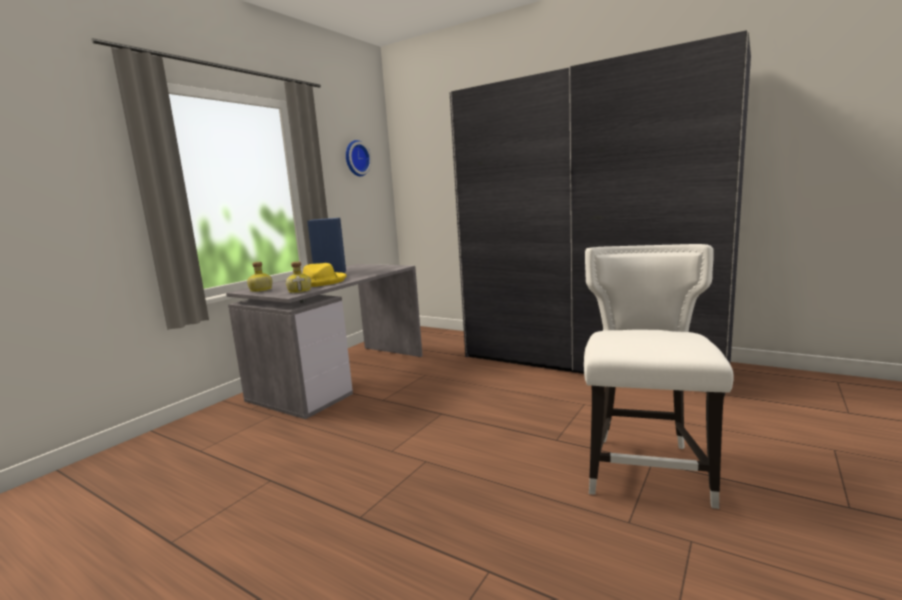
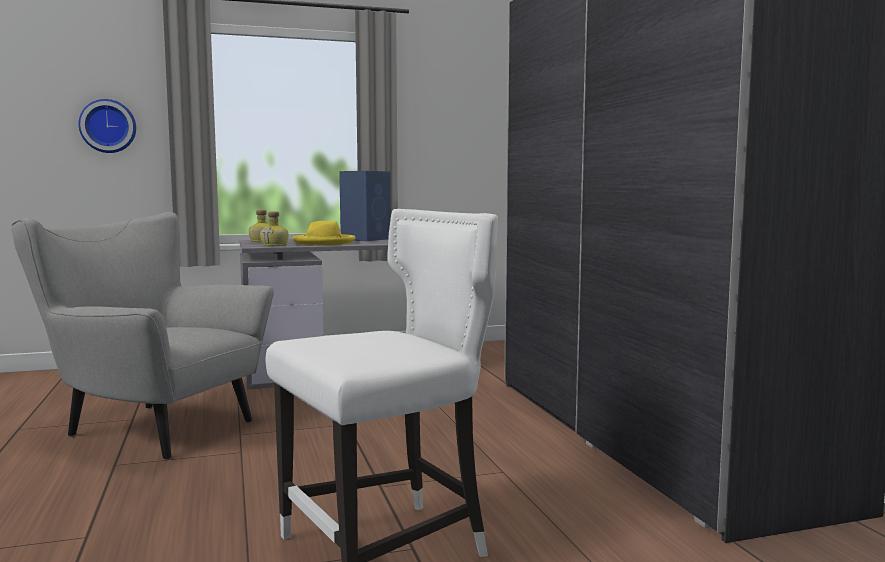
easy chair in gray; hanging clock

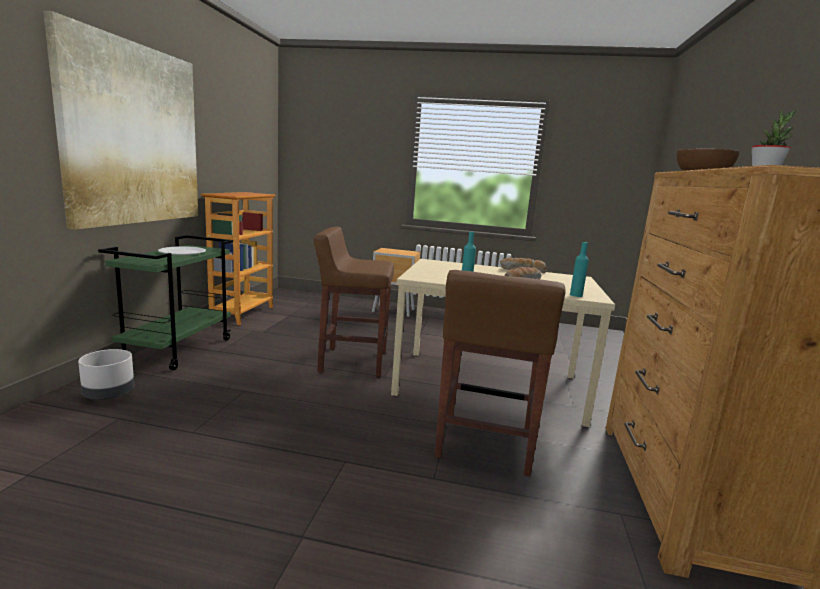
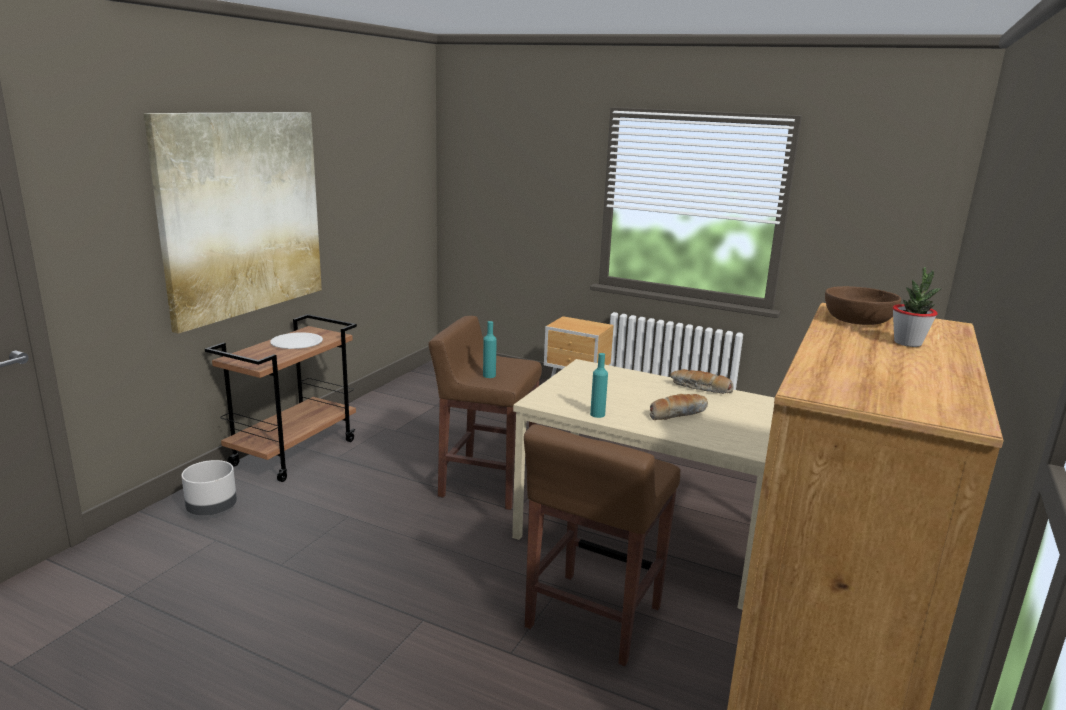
cart in brown; bottle in turquoise (1st from left); bookcase

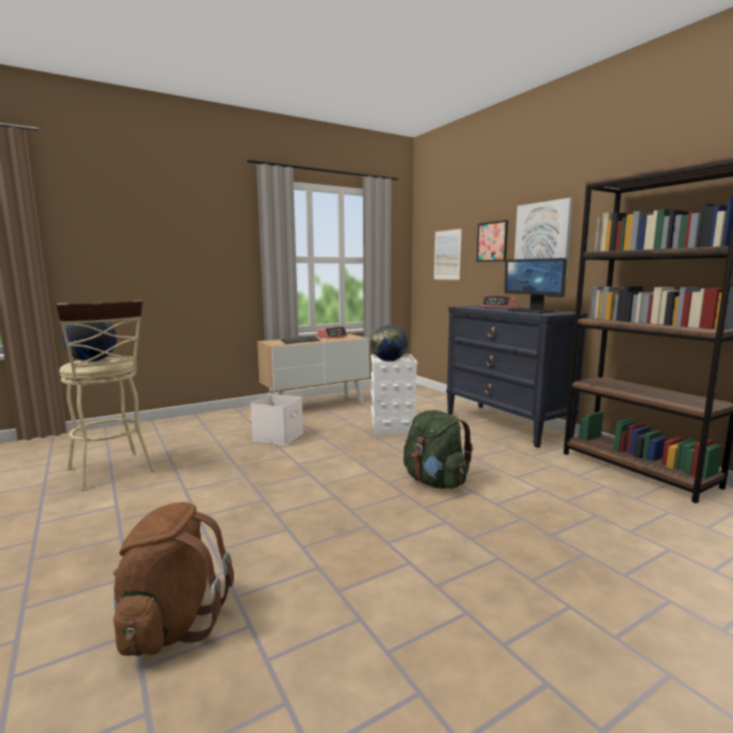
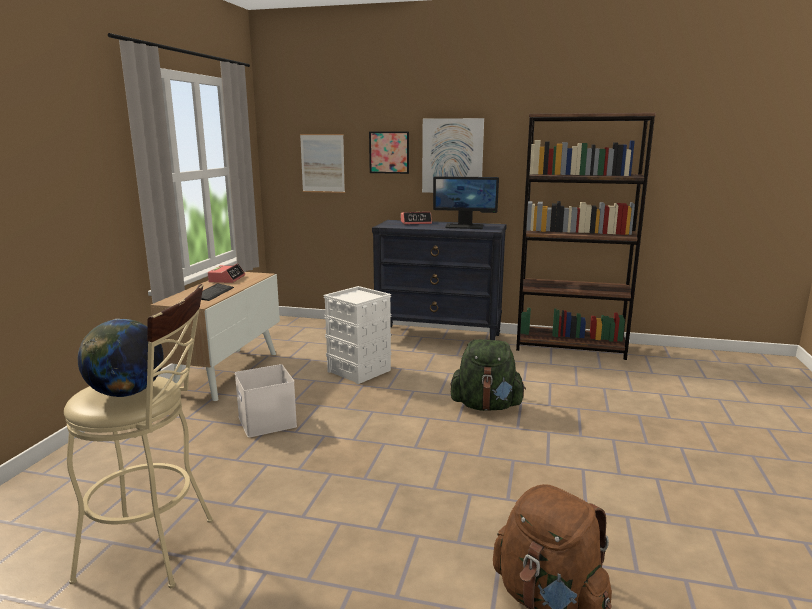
world globe (2nd from left in the first image)

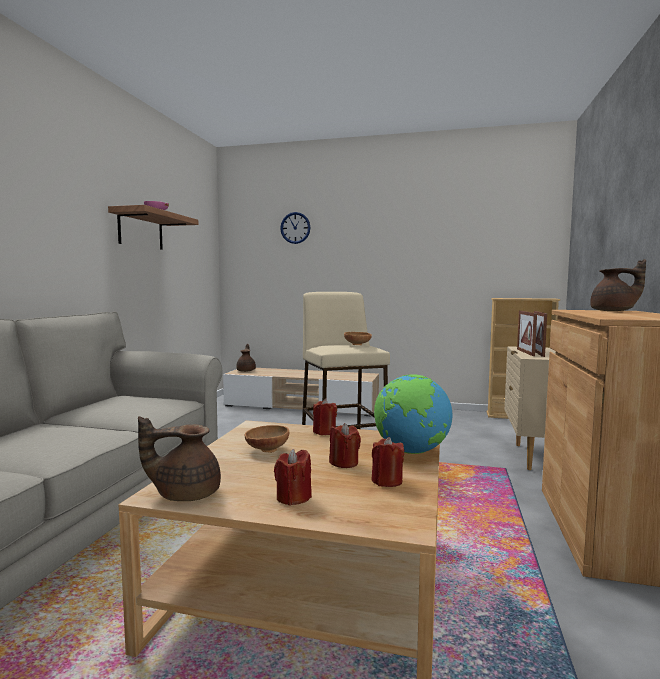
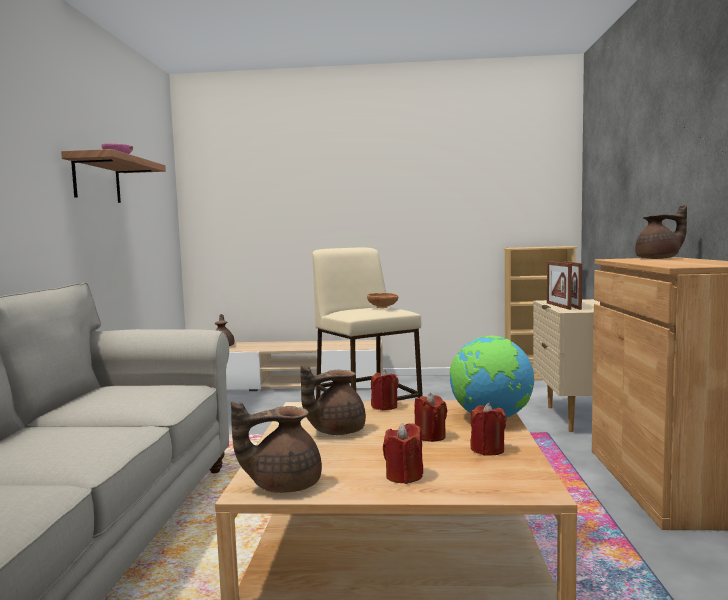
teapot in brown (3rd from left); hanging clock

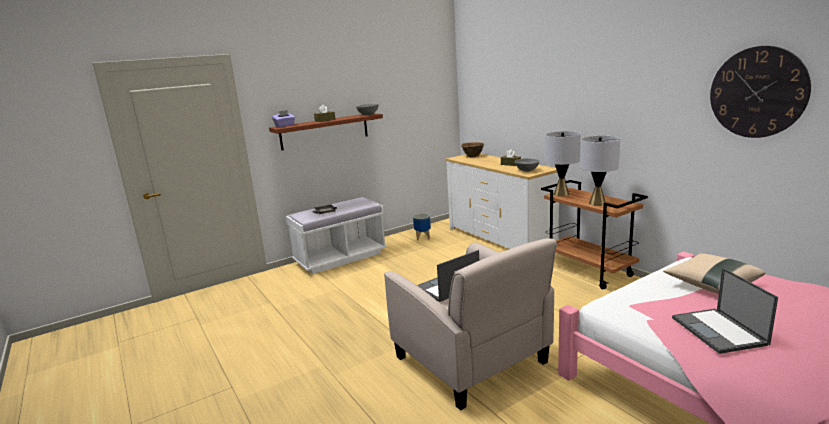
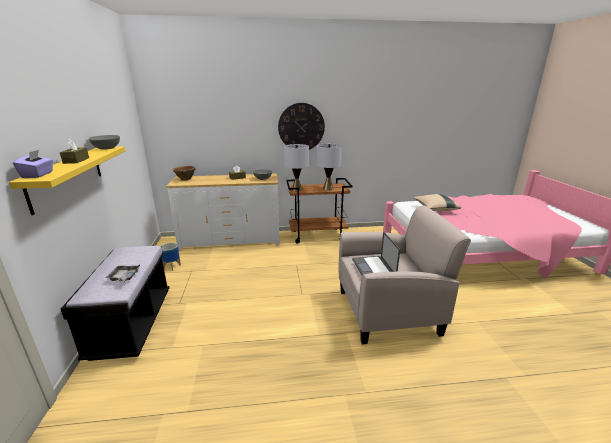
bracket shelf in yellowish; indoor bench in black-coloured; hanging clock; portable computer (2nd from left in the first image)

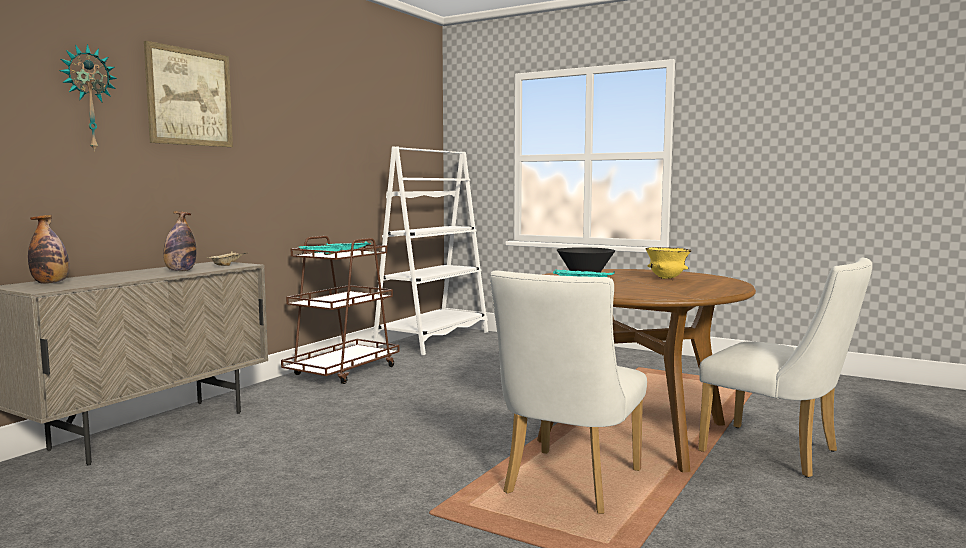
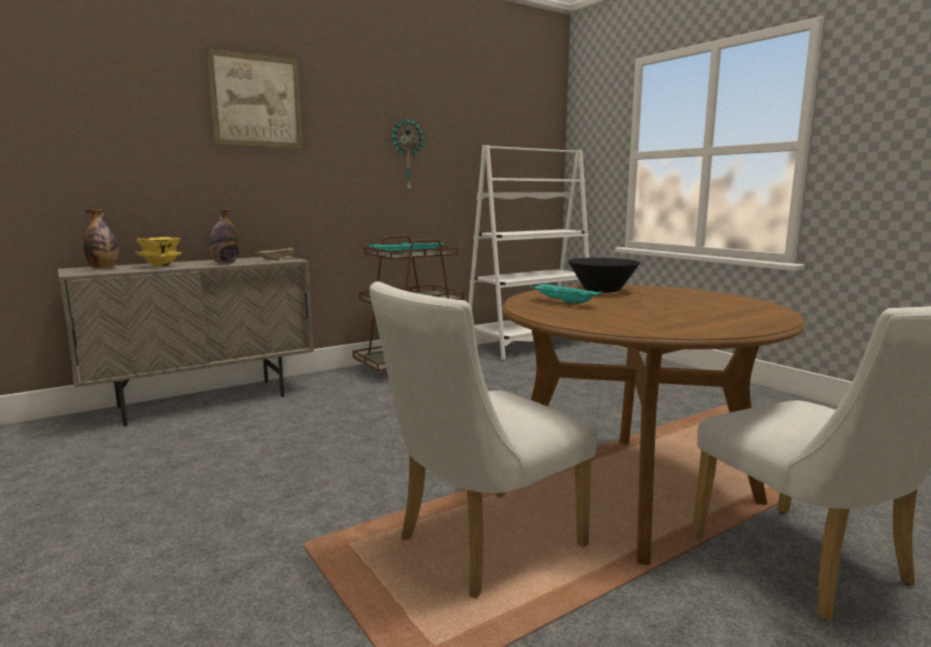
serving bowl in yellowish; hanging clock

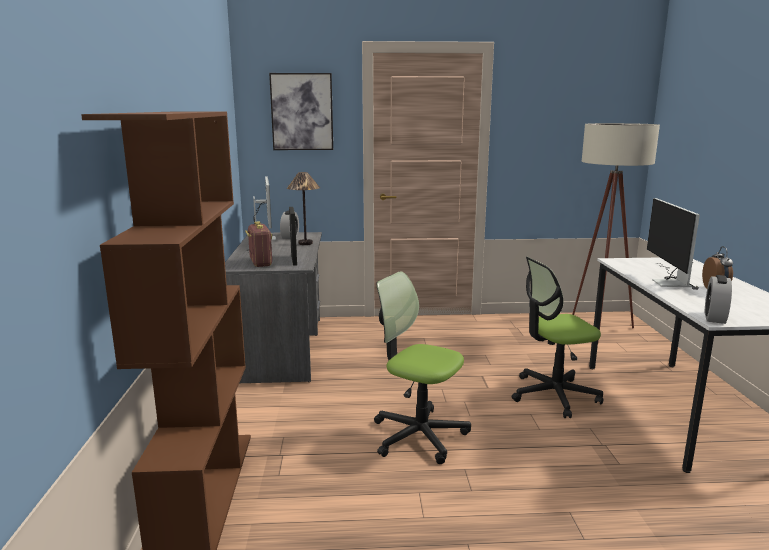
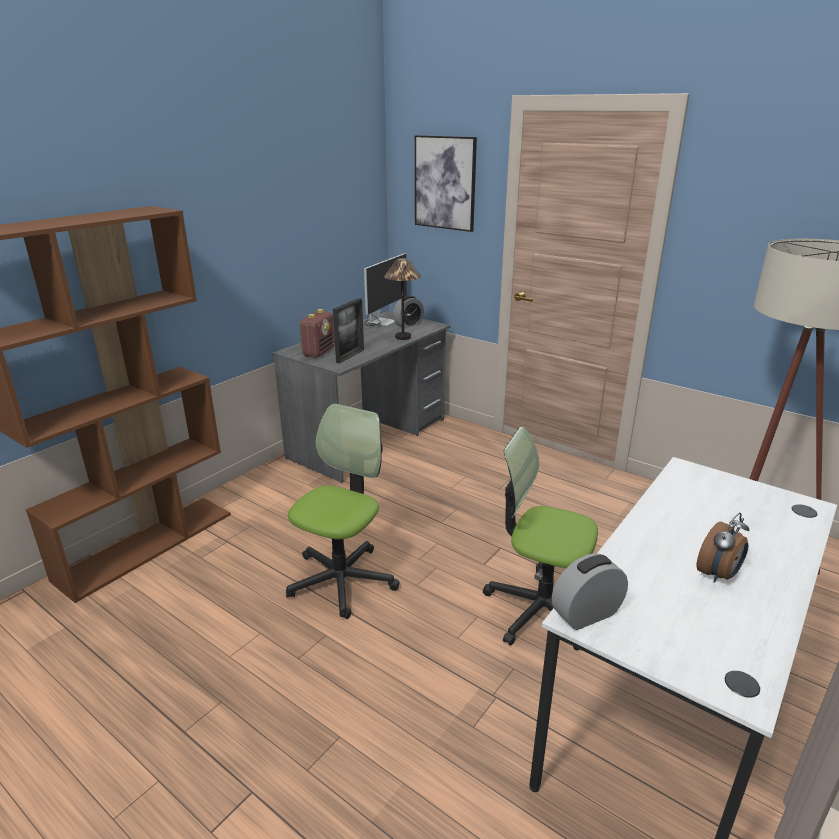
office chair (1st from left); monitor (2nd from left in the first image)

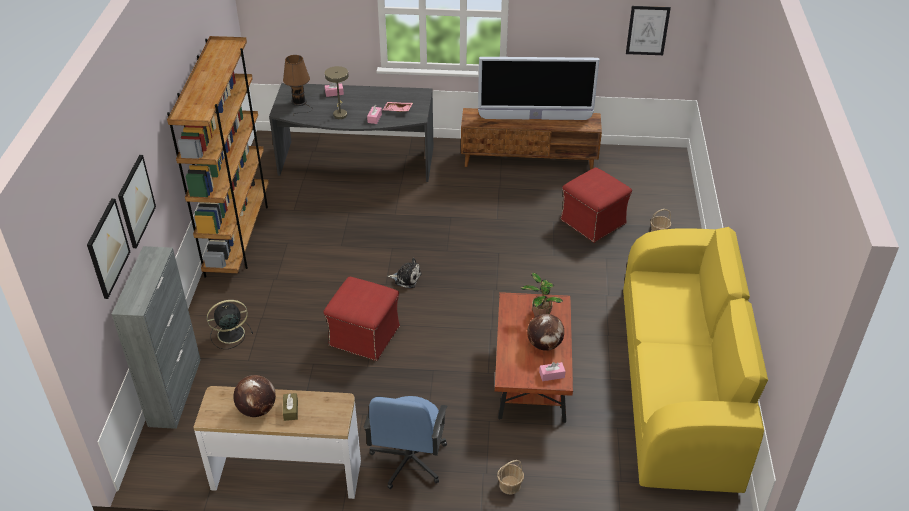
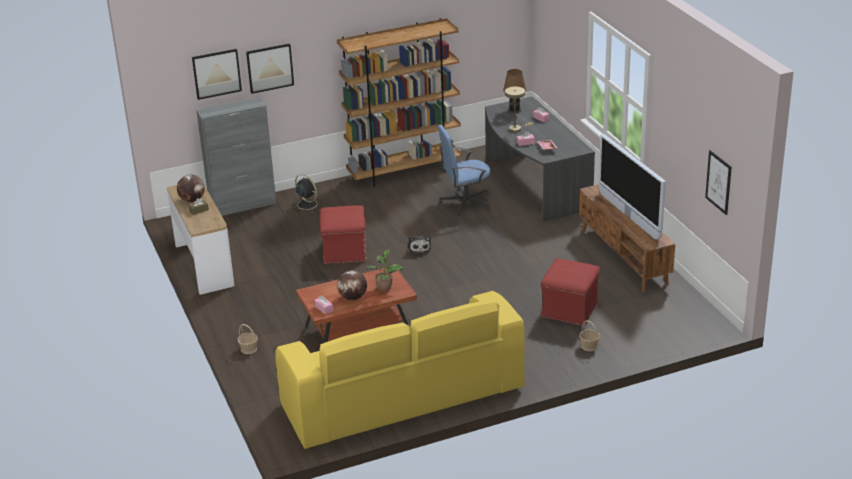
office chair in bluish

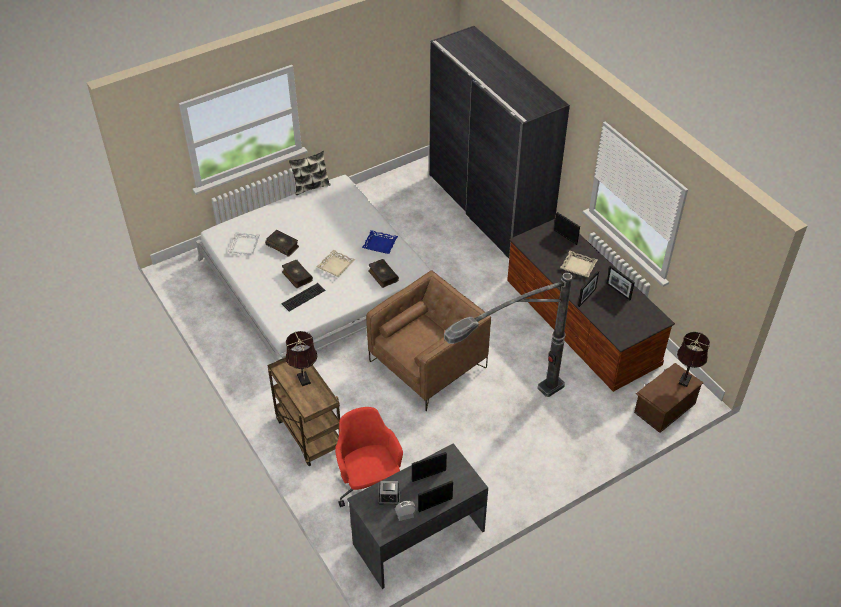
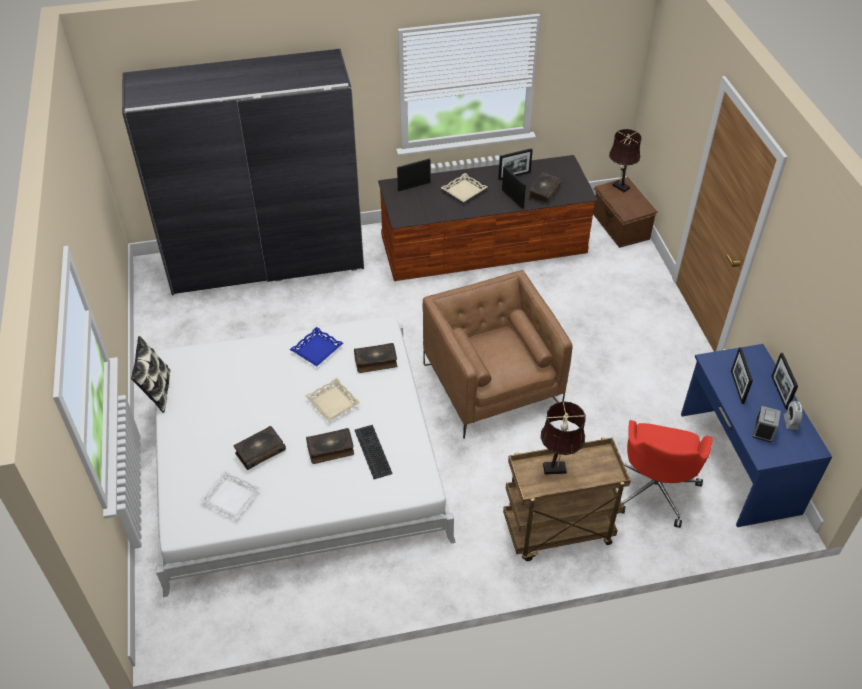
bound book (4th from left); office chair in red-coloured; desk in bluish; standard lamp

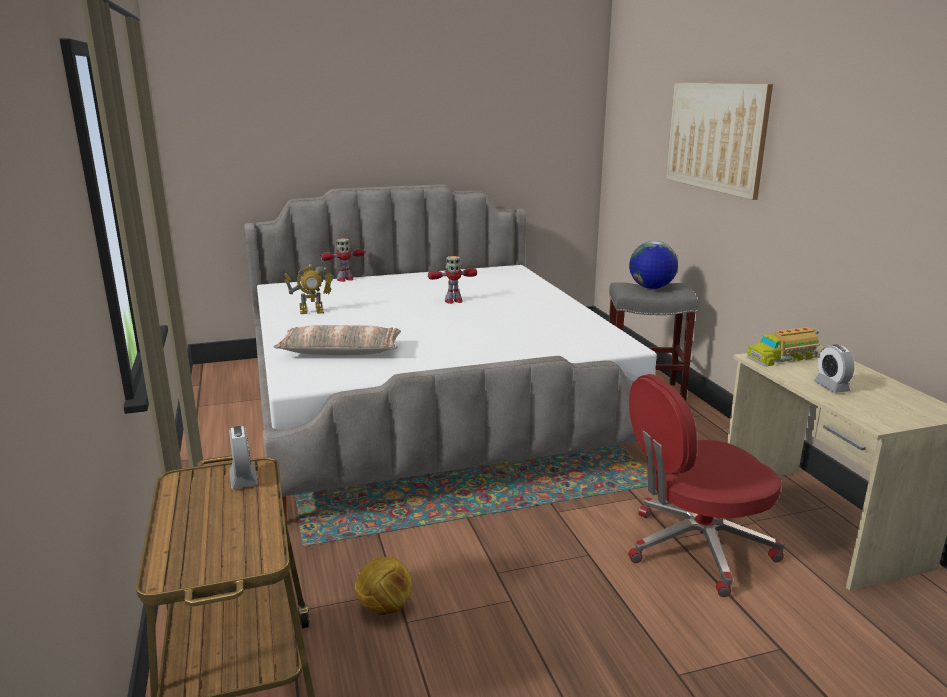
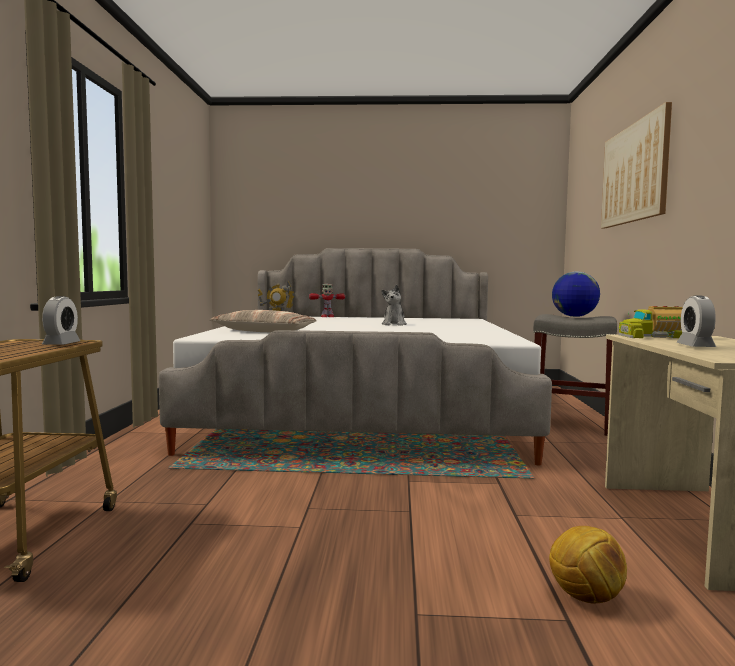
cuddly toy; football; office chair in red-coloured

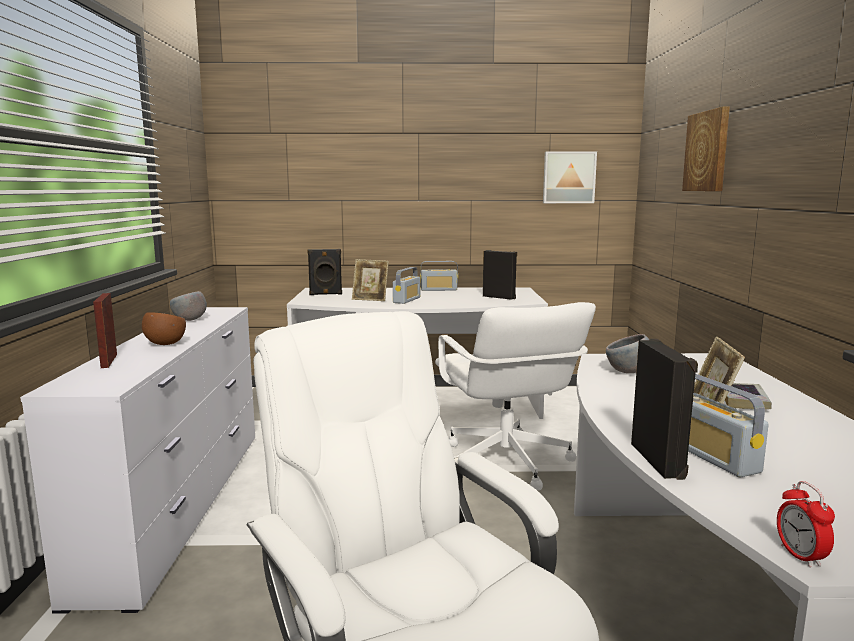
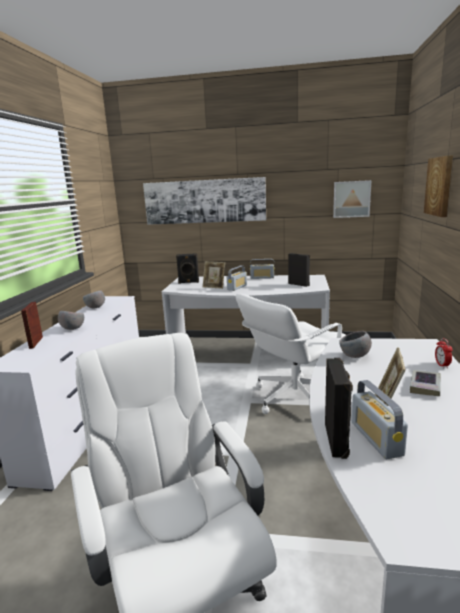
serving bowl in gray (1st from left); picture (1st from left); office chair in white-coloured (2nd from left); alarm clock

